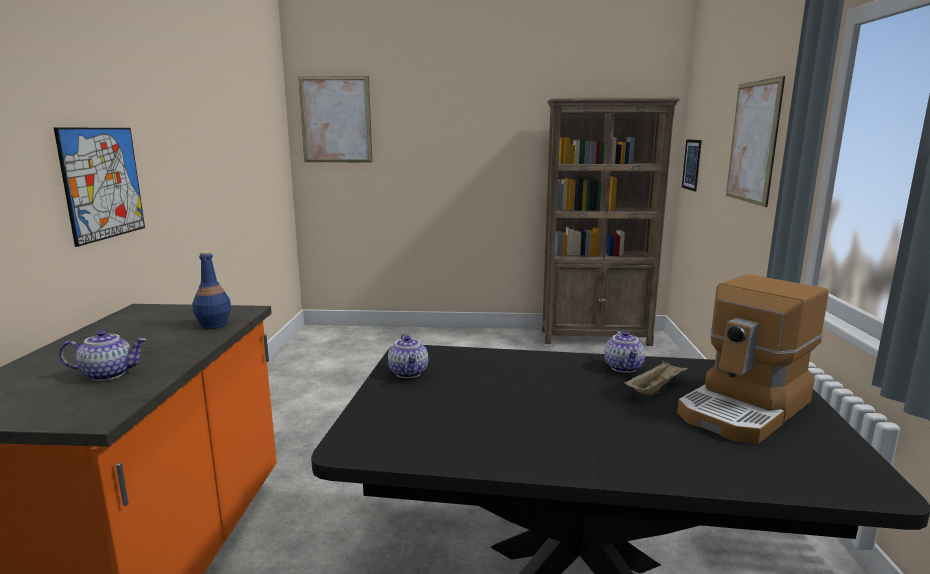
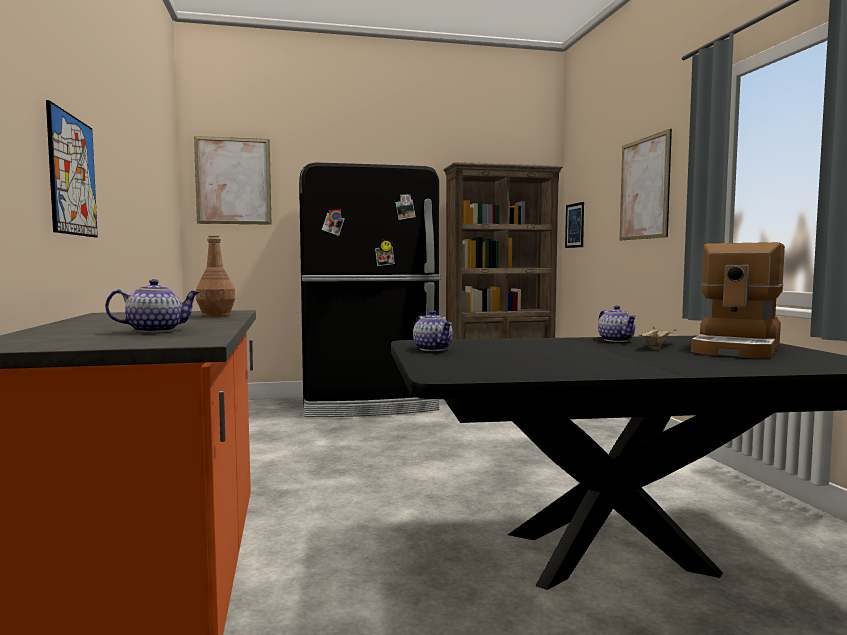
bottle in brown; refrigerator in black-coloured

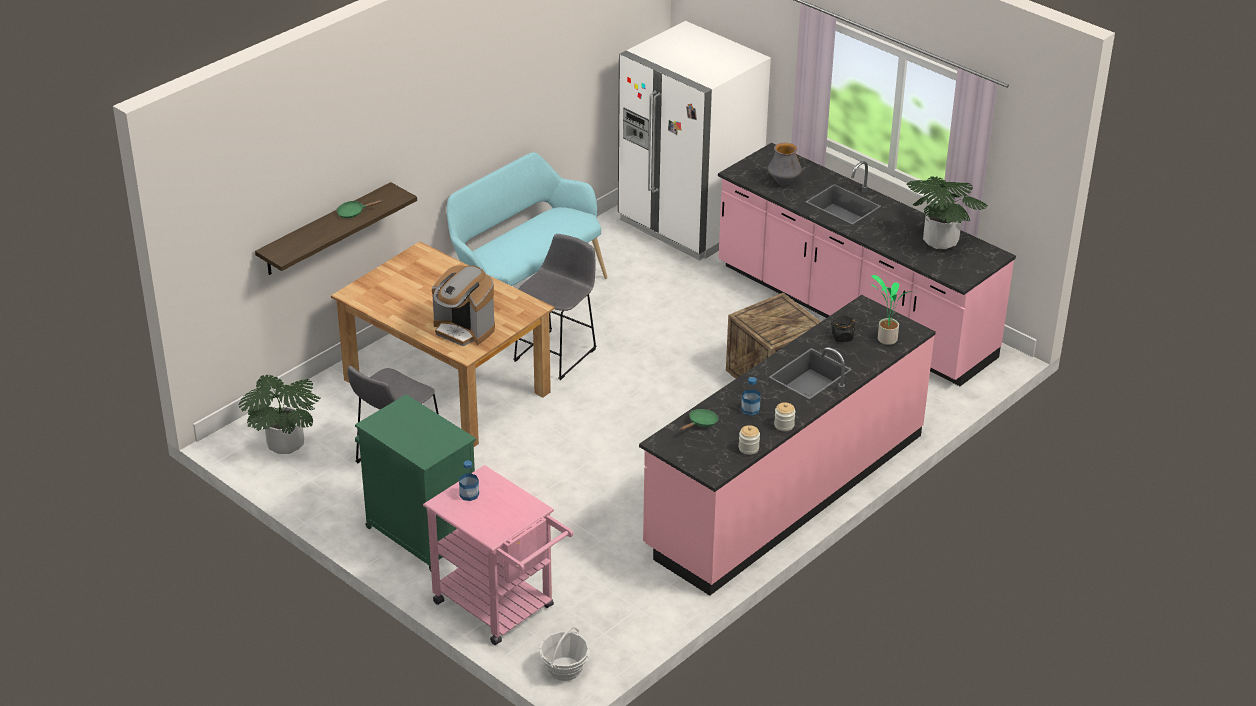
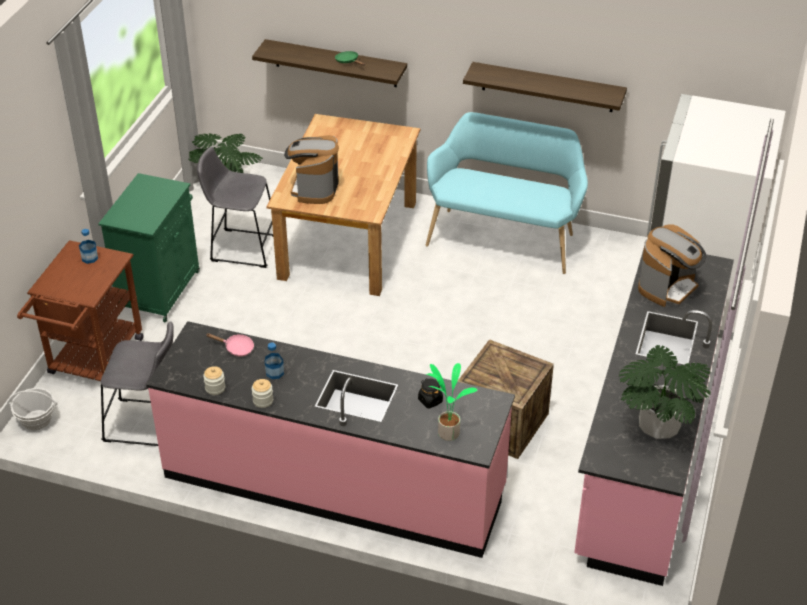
cart in brown; sitting stool in gray (1st from left); frying pan in pink-coloured; bracket shelf (2nd from left); coffee machine (2nd from left)

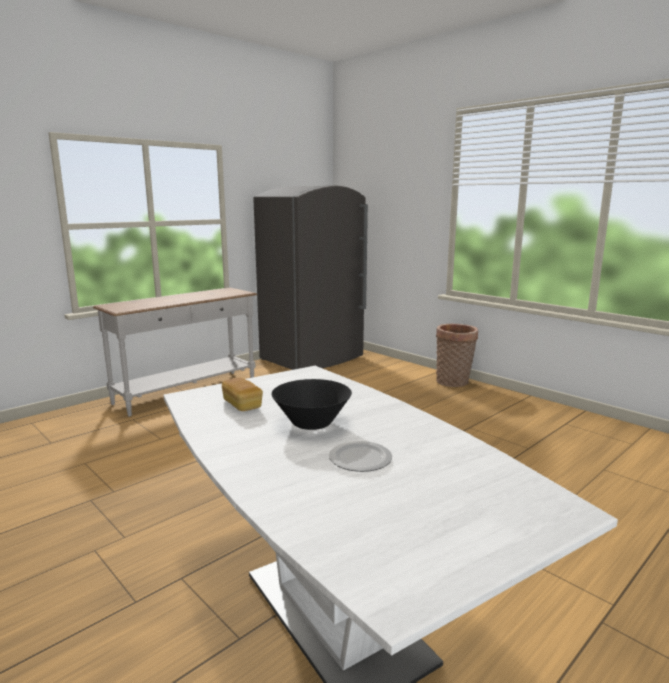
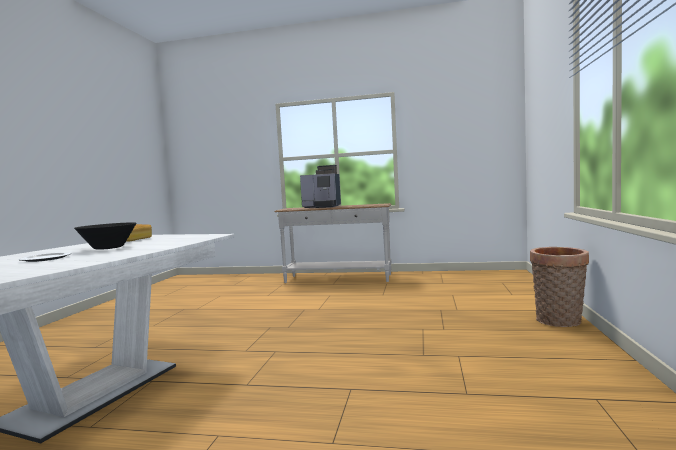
coffee machine; refrigerator in gray

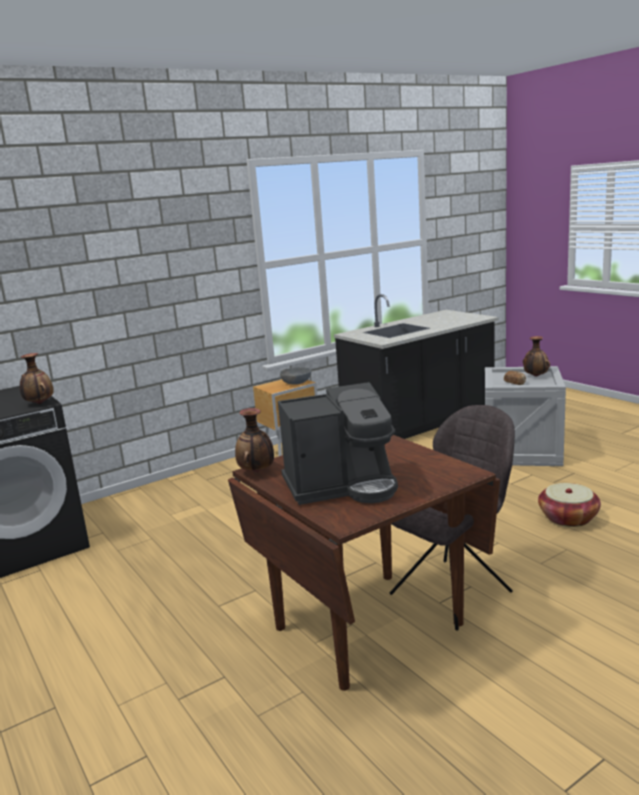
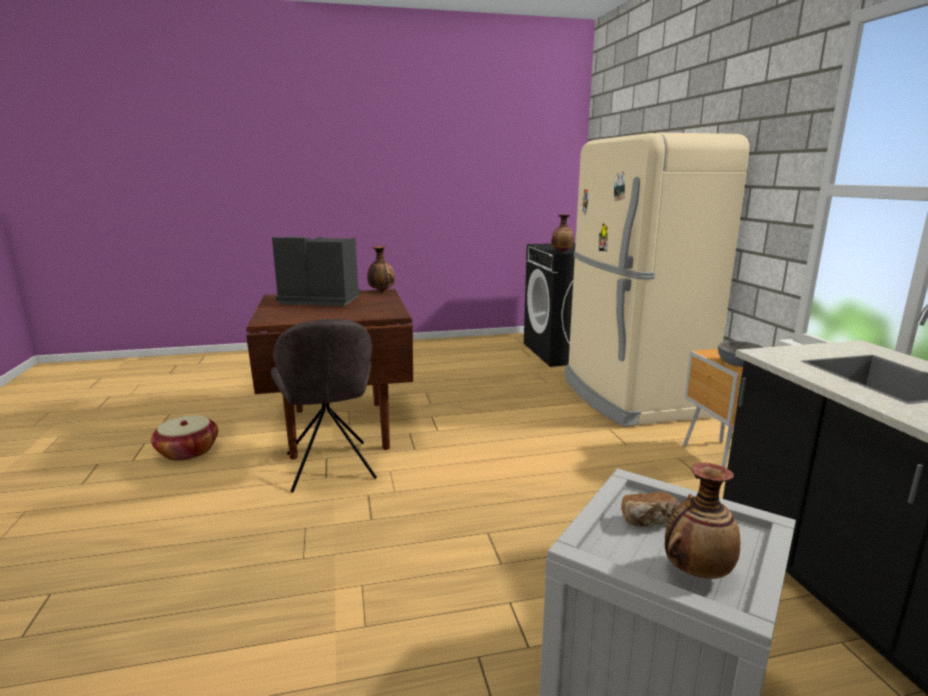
storage basket; coffee machine; refrigerator in beige-coloured

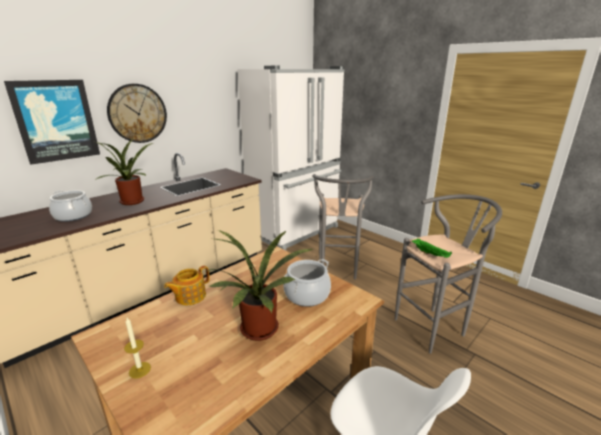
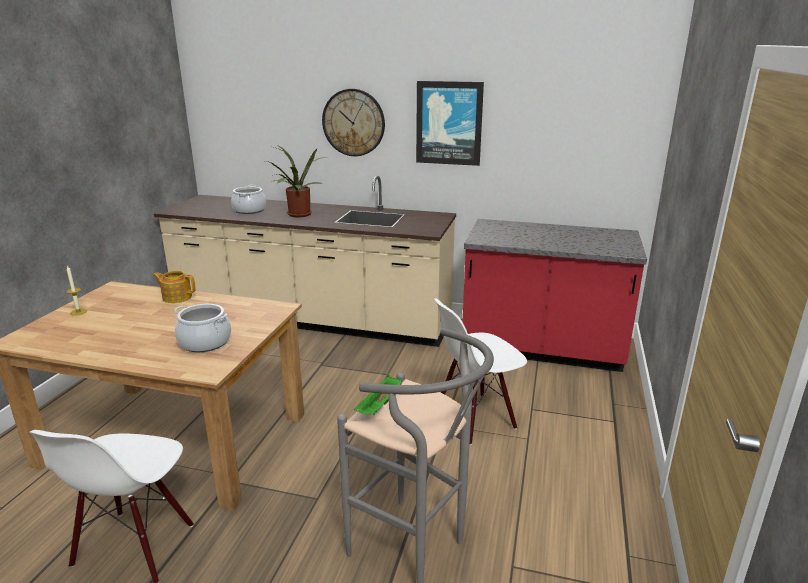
picture; plain chair in white-coloured (2nd from left); counter in red-coloured; houseplant (2nd from left in the first image)

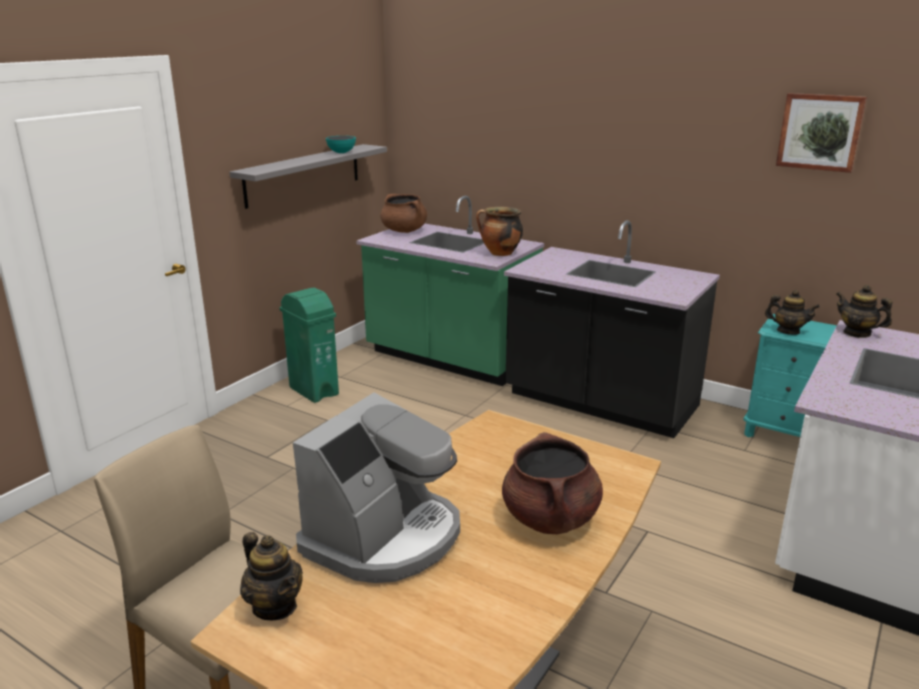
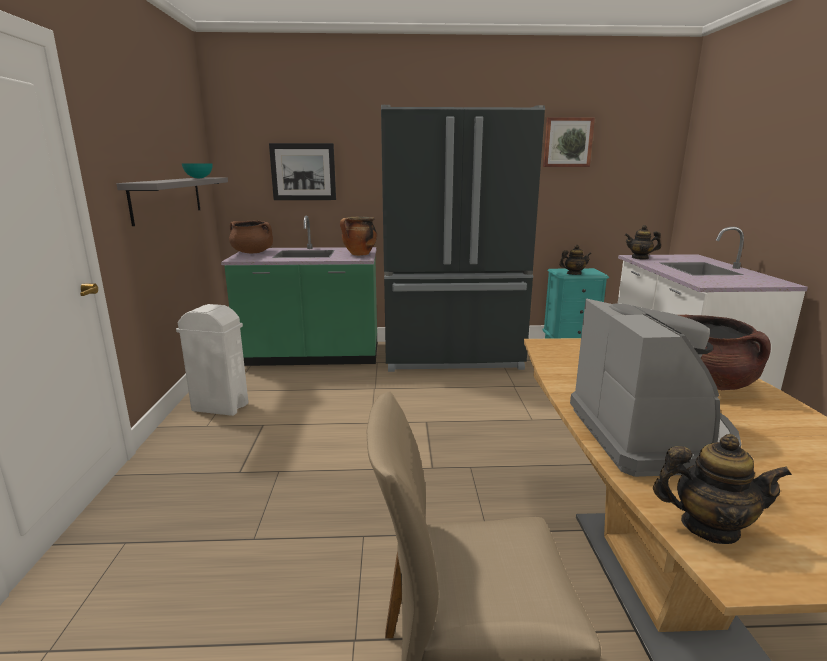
rubbish bin in white-coloured; picture (1st from left); refrigerator in black-coloured

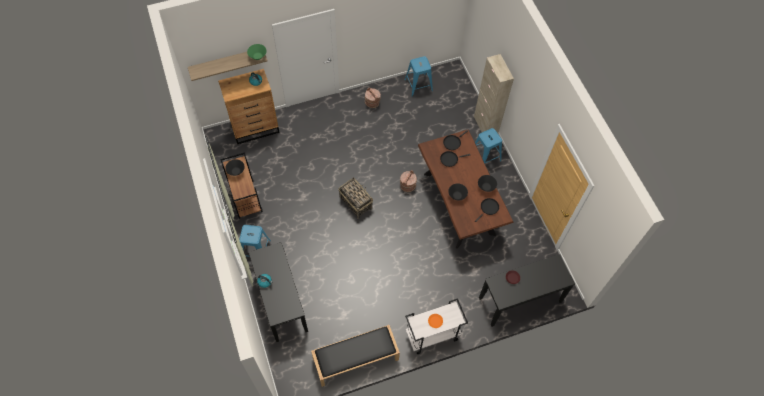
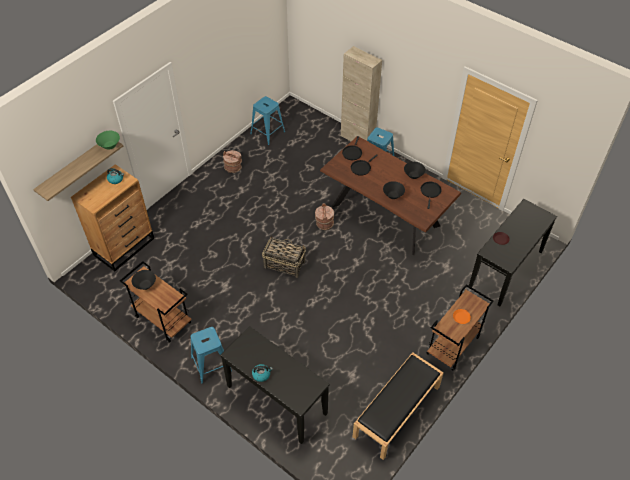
cart in brown (2nd from left)

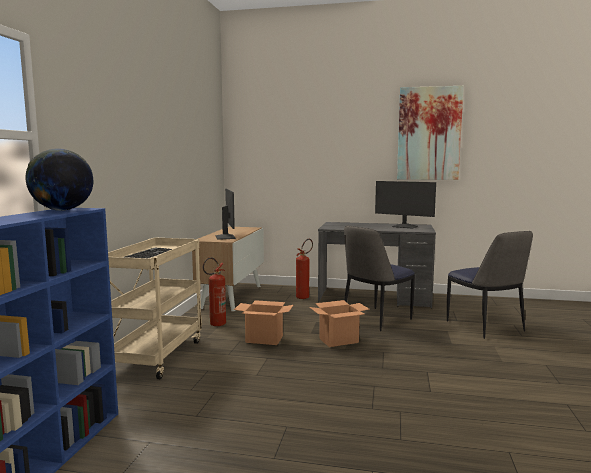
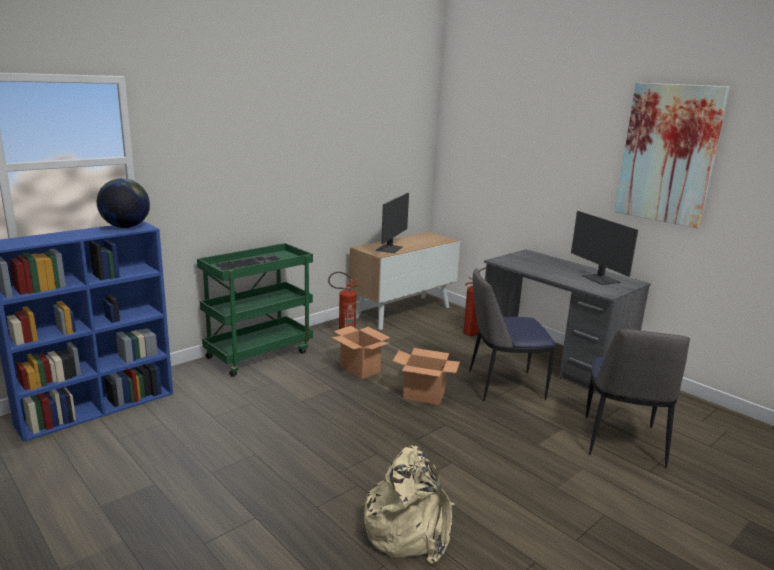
cart in greenish; rucksack in beige-coloured

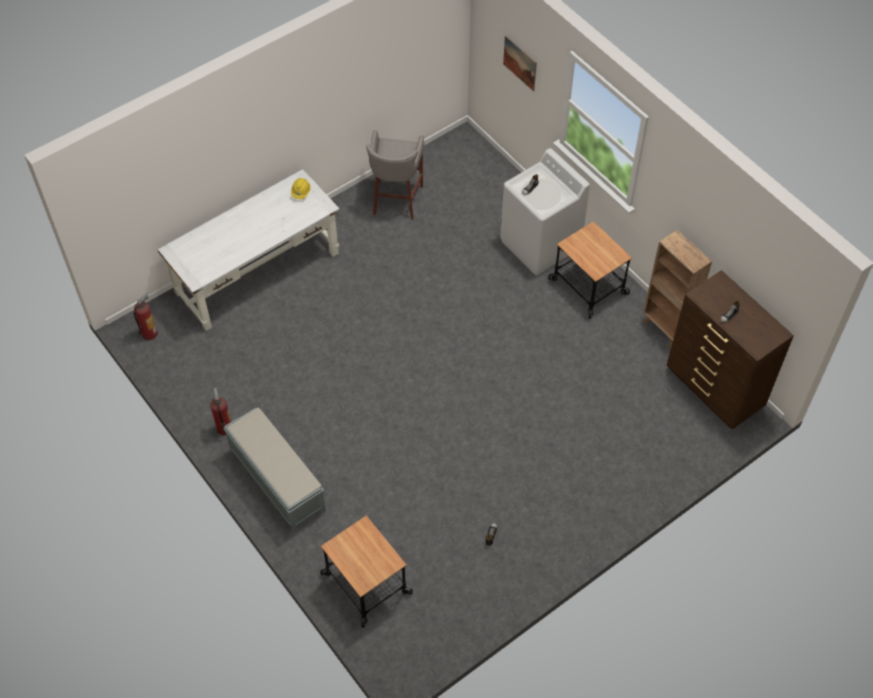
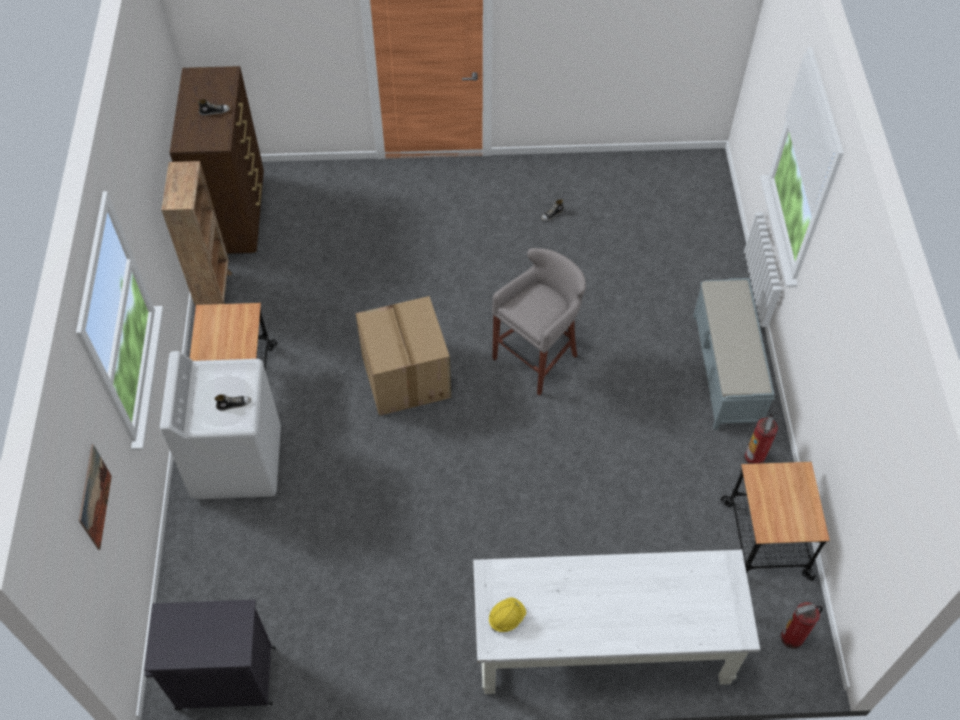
cupboard in black-coloured; packing box; sitting stool in gray; cart (2nd from left)

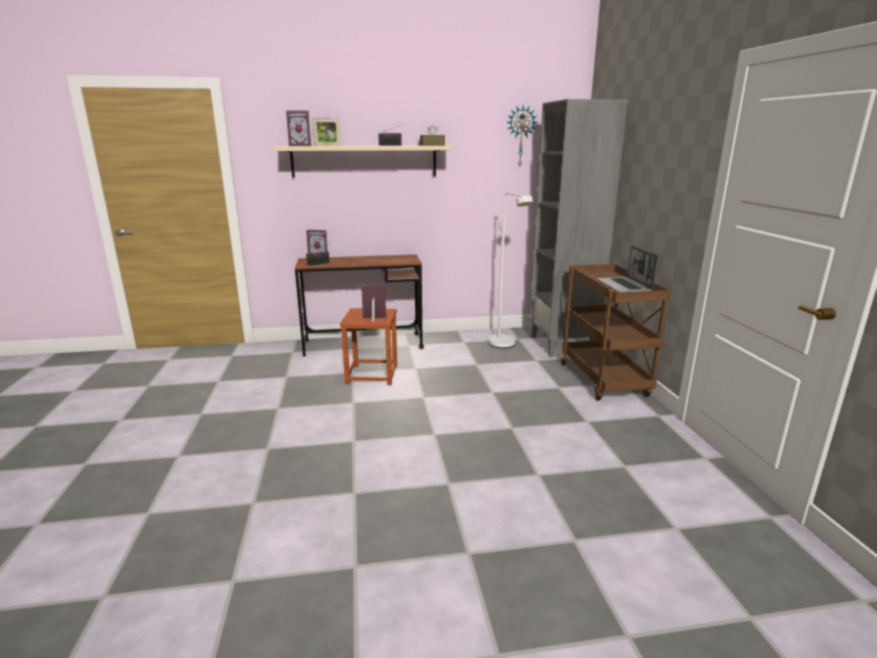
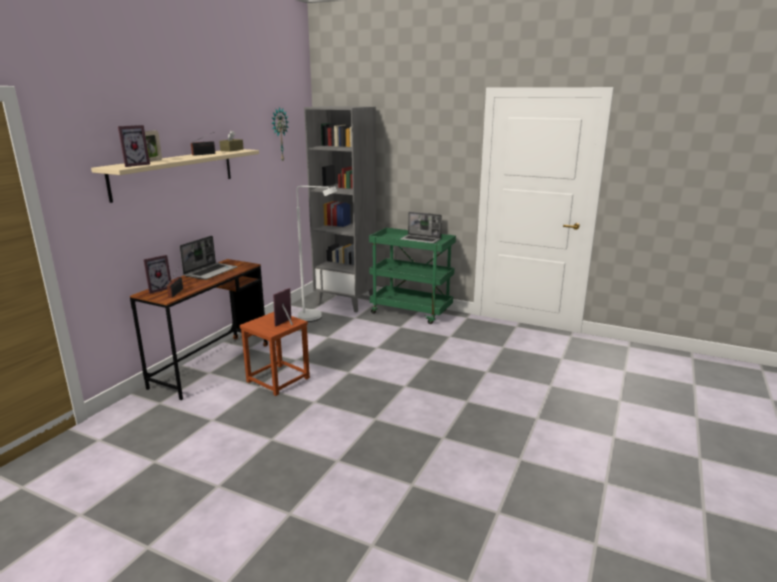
portable computer (1st from left); cart in greenish

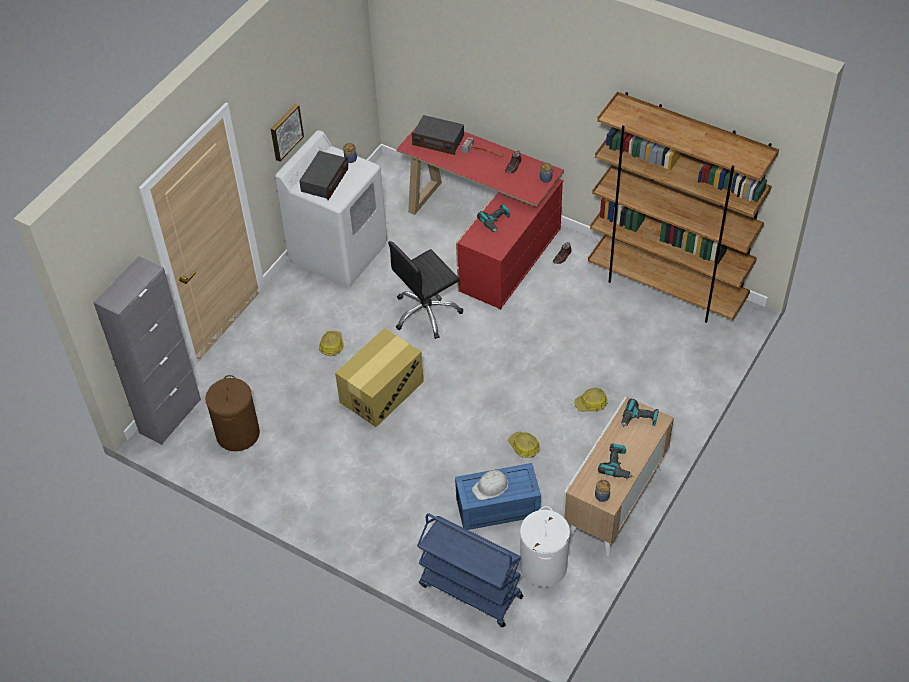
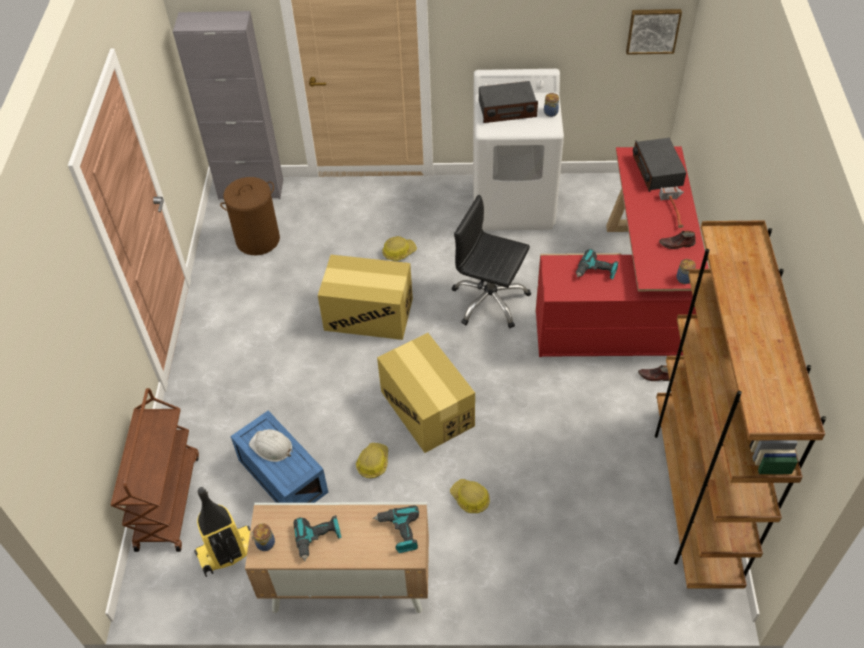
cart in brown; vacuum cleaner; packing box (2nd from left); picture

